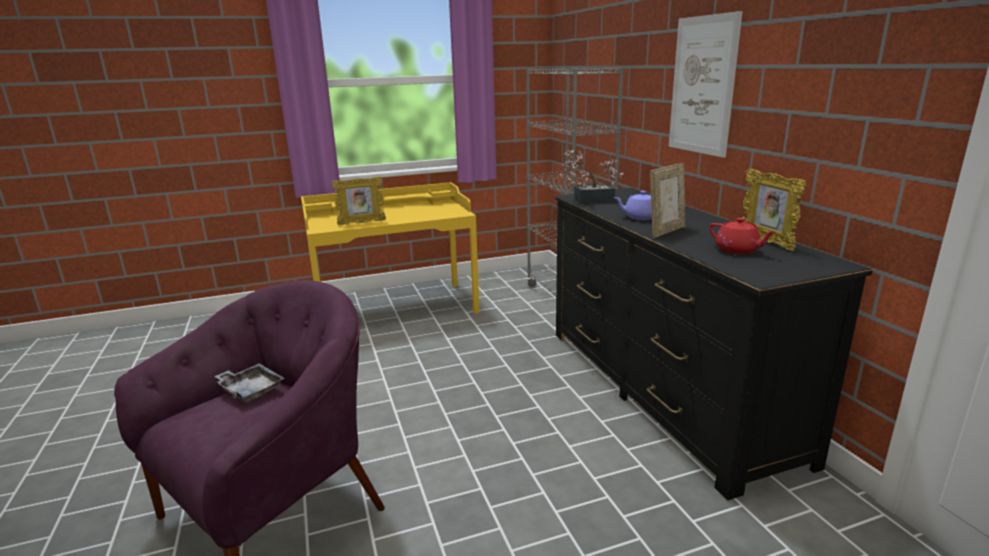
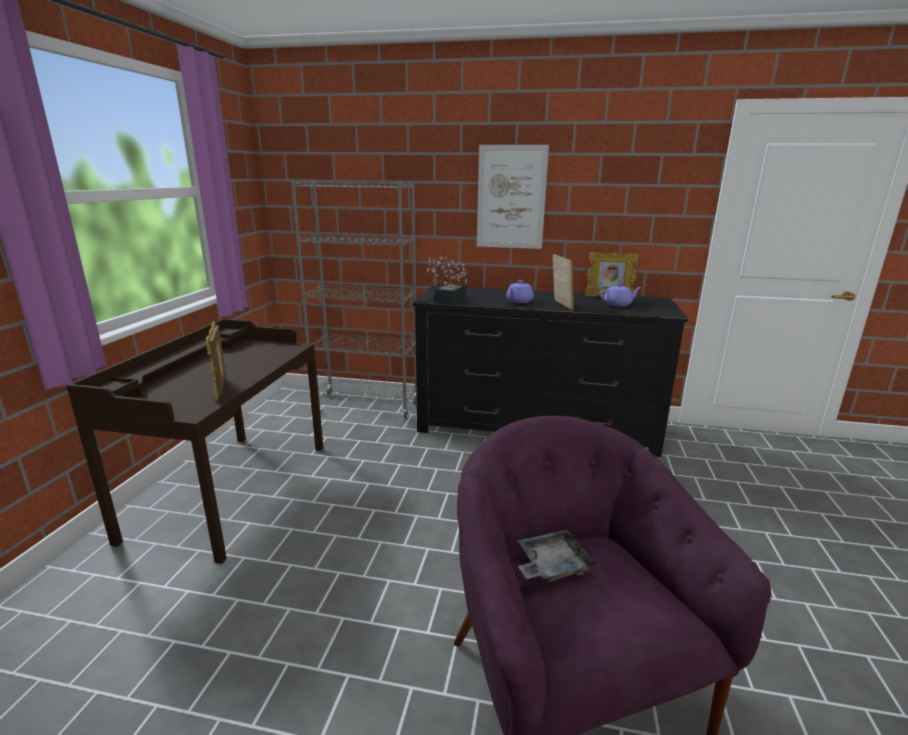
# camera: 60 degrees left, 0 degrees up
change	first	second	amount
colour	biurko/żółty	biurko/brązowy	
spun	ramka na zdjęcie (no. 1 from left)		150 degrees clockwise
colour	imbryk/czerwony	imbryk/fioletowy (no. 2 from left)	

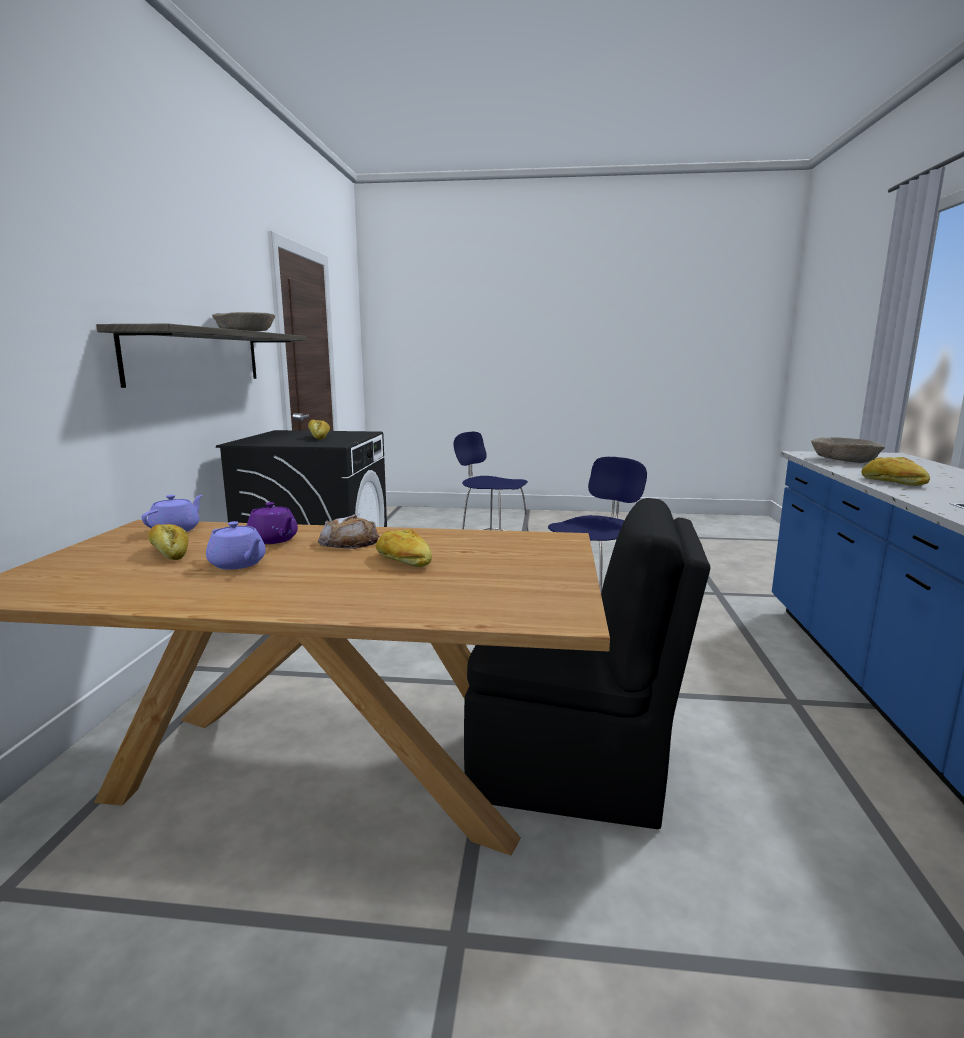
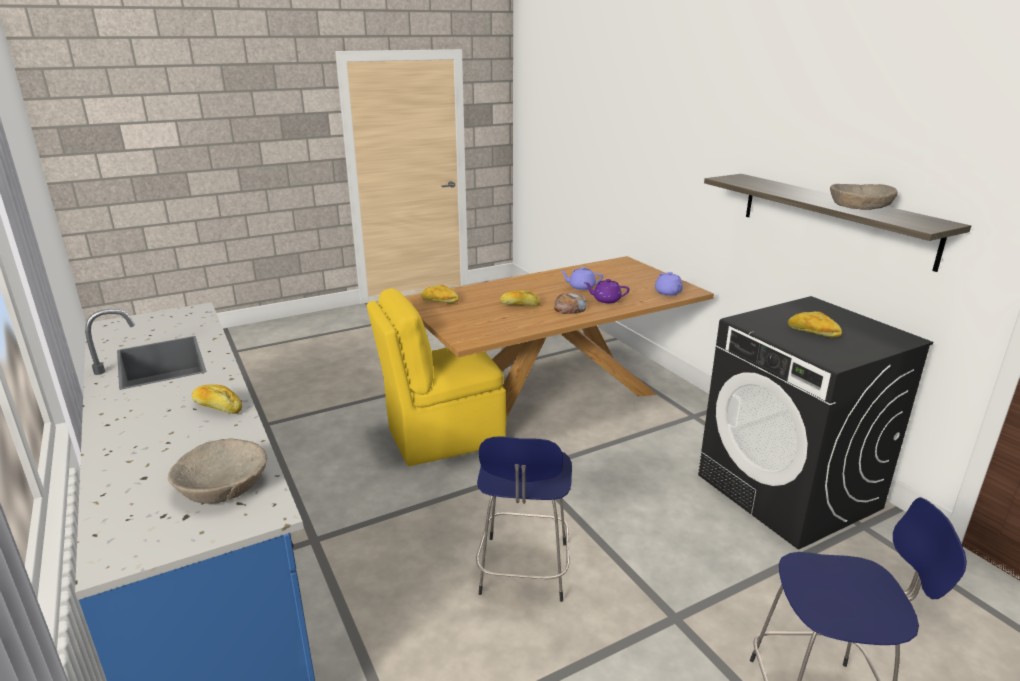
# camera: 145 degrees right, 10 degrees up
change	first	second	amount
colour	krzesło/czarny	krzesło/żółty	
relocated	chleb (no. 1 from left in the first image)	chleb (no. 2 from left)	

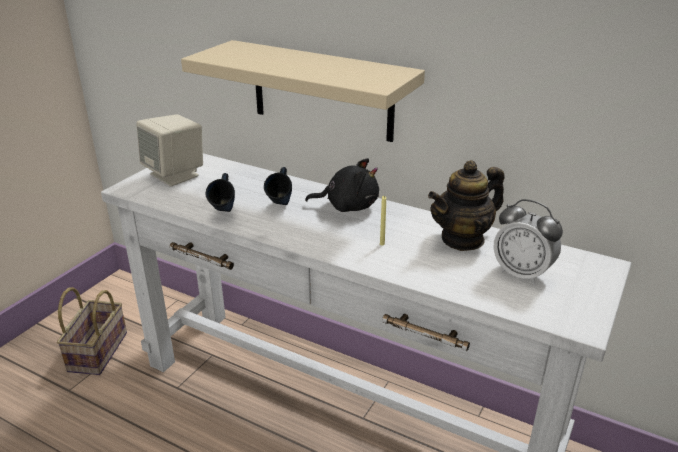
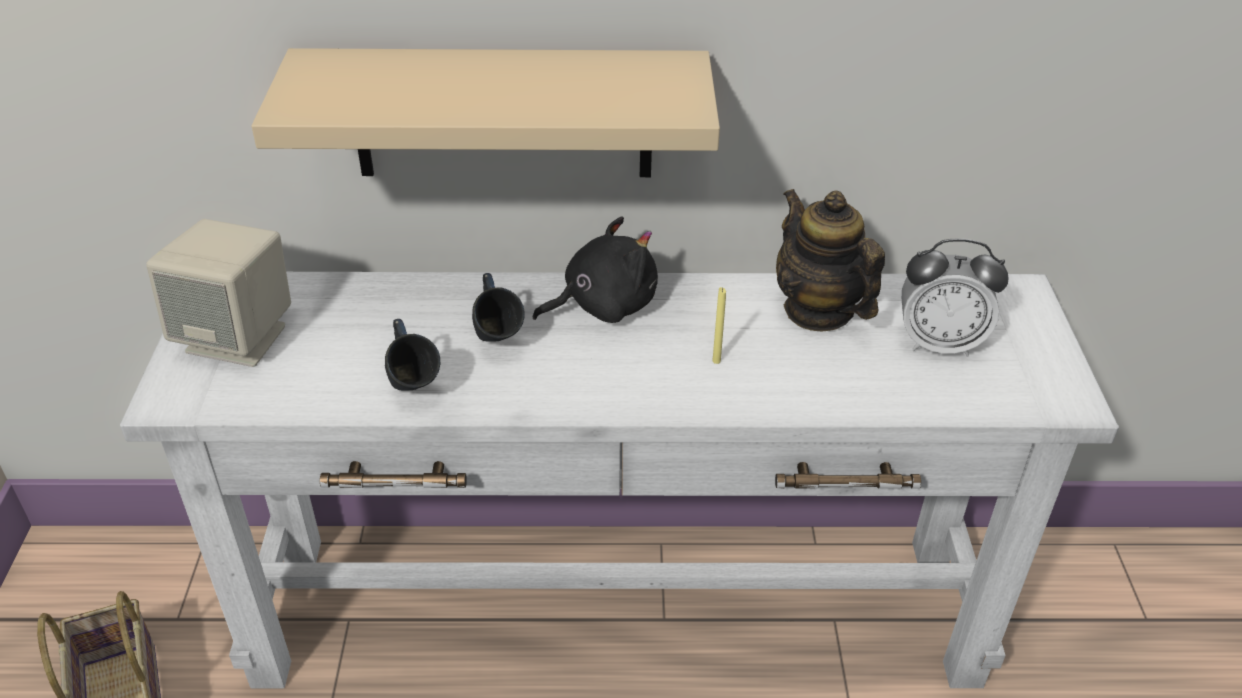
# camera: 30 degrees left, 10 degrees up
change	first	second	amount
spun	imbryk		120 degrees clockwise

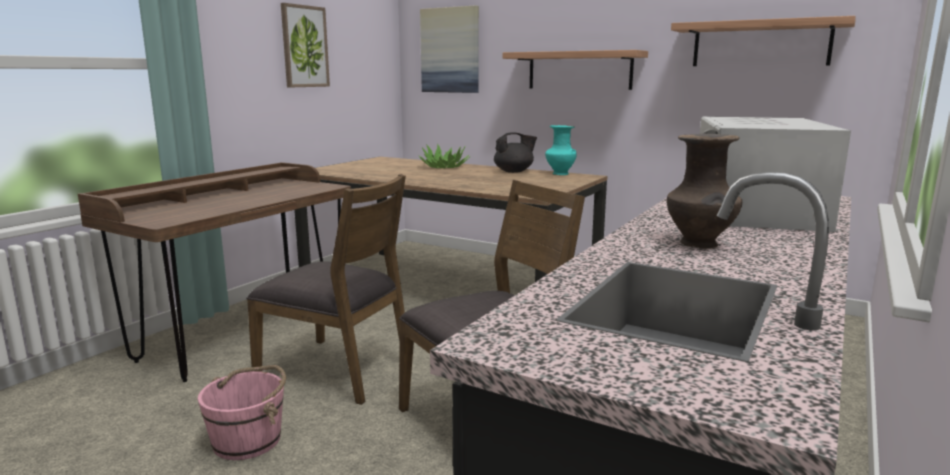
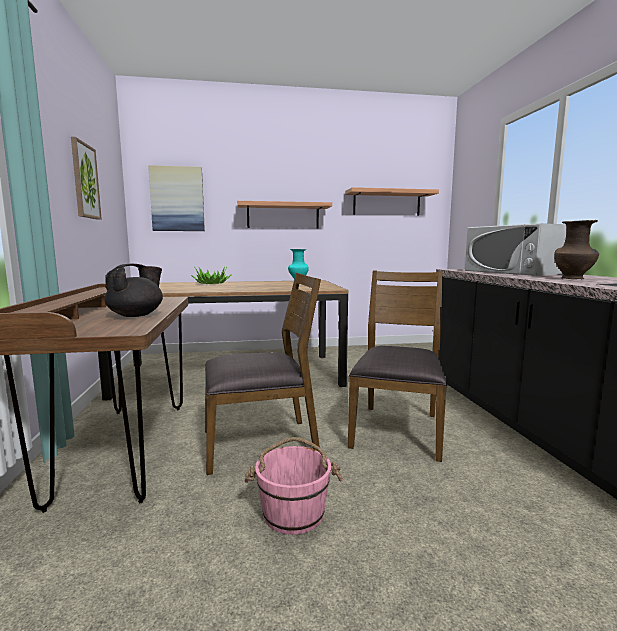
# camera: 40 degrees left, 5 degrees down
change	first	second	amount
relocated	imbryk/czarny		

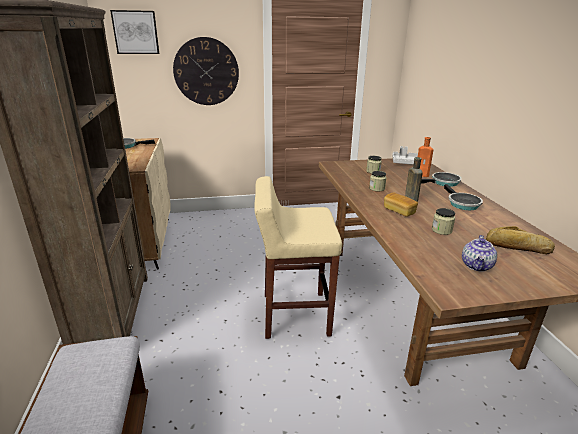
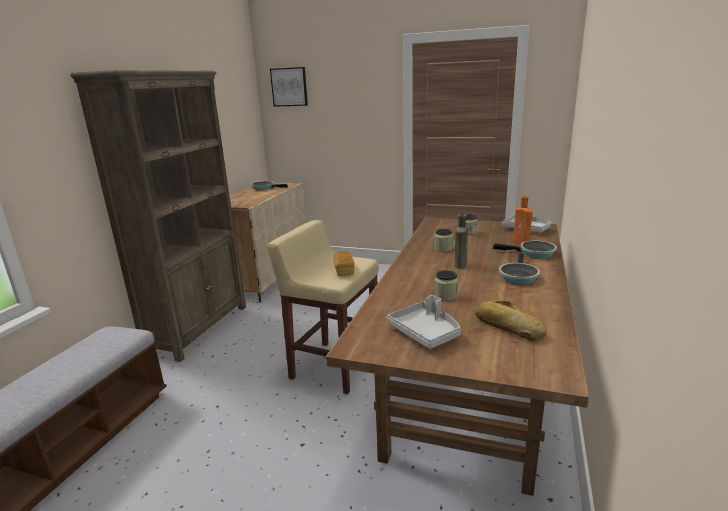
# camera: 30 degrees right, 5 degrees down
change	first	second	amount
relocated	chleb (no. 1 from left)		
exchanged	imbryk	taca/szary (no. 1 from left)	
missing	zegar ścienny		

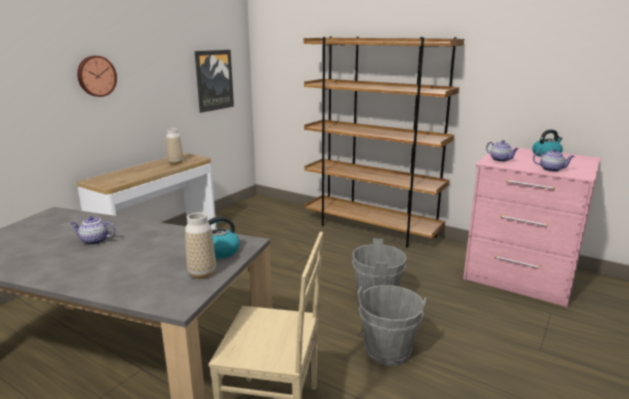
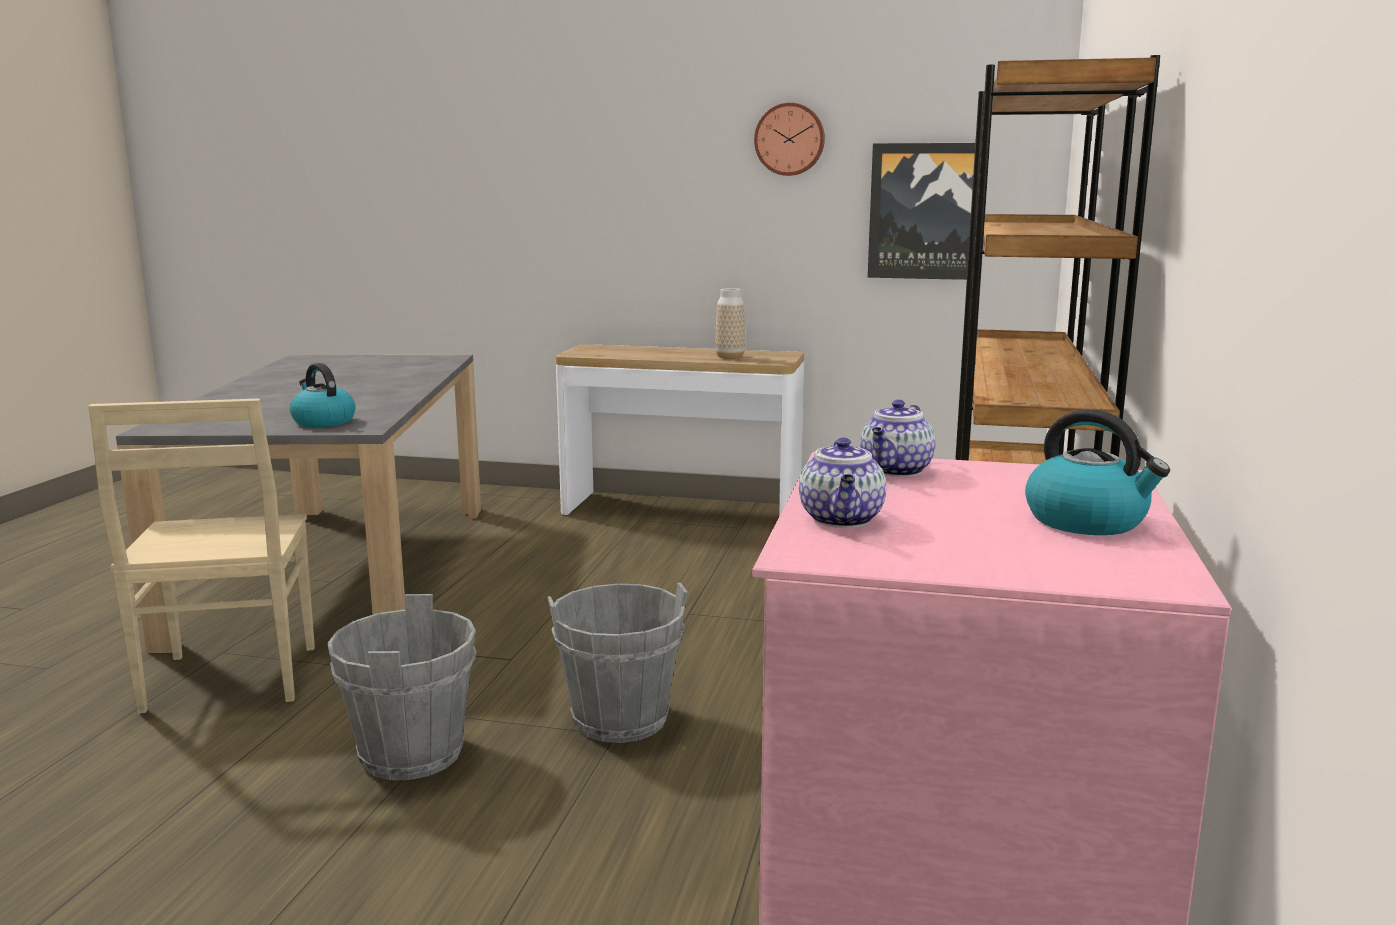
# camera: 70 degrees right, 5 degrees down
change	first	second	amount
relocated	zegar ścienny		
missing	imbryk (no. 1 from left)		
missing	wazon (no. 2 from left)		

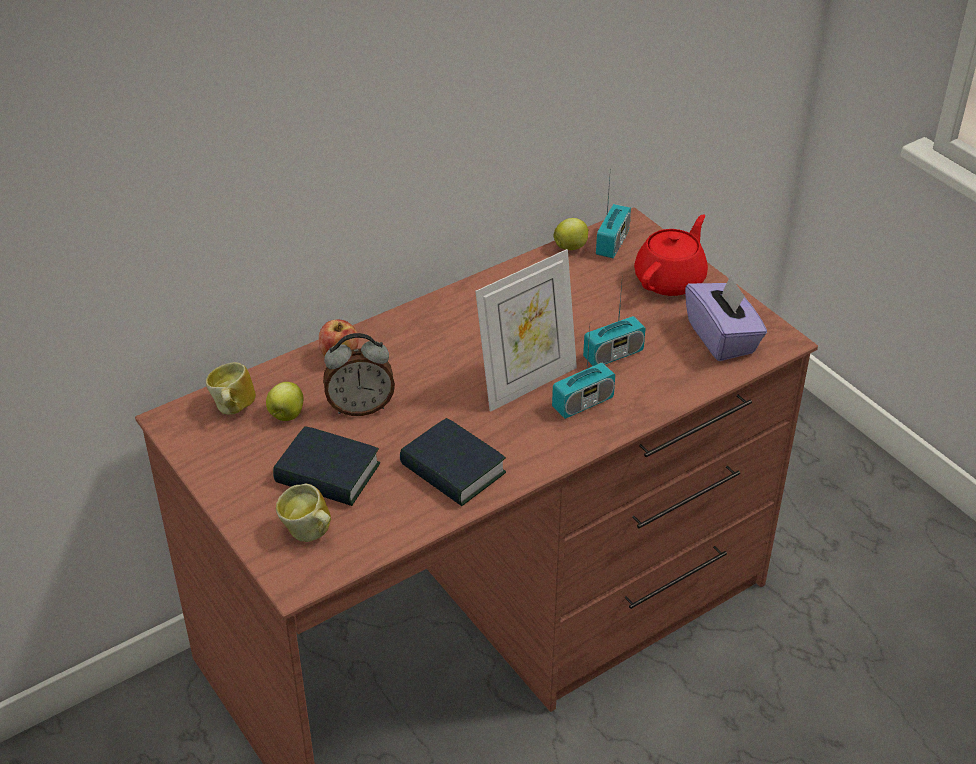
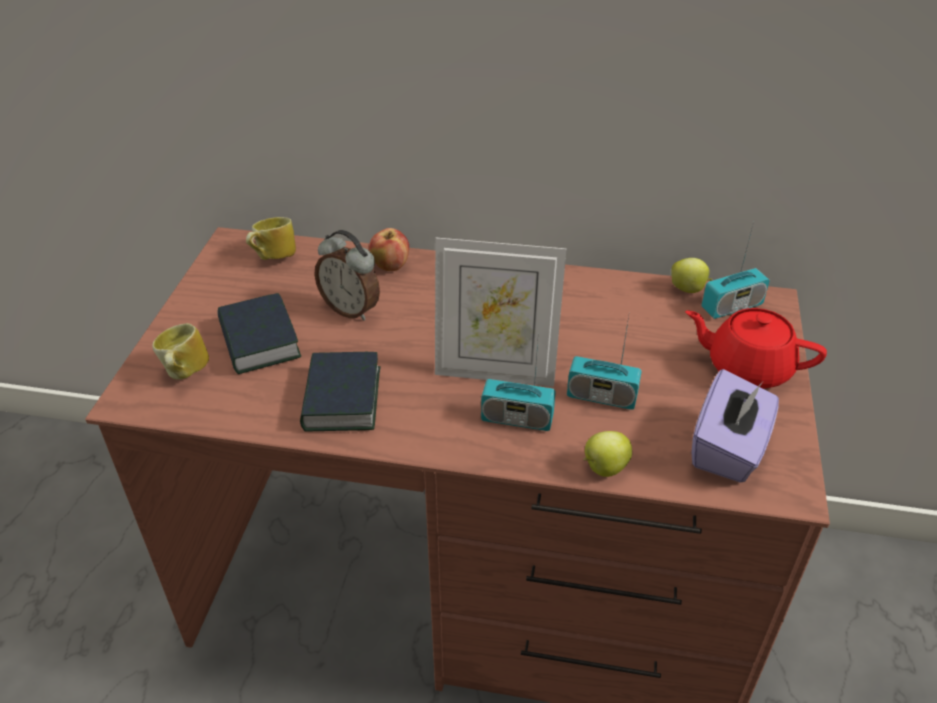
# camera: 45 degrees right, 0 degrees up
change	first	second	amount
relocated	jabłko (no. 1 from left in the first image)	jabłko (no. 2 from left)	
spun	imbryk/czerwony		150 degrees counterclockwise

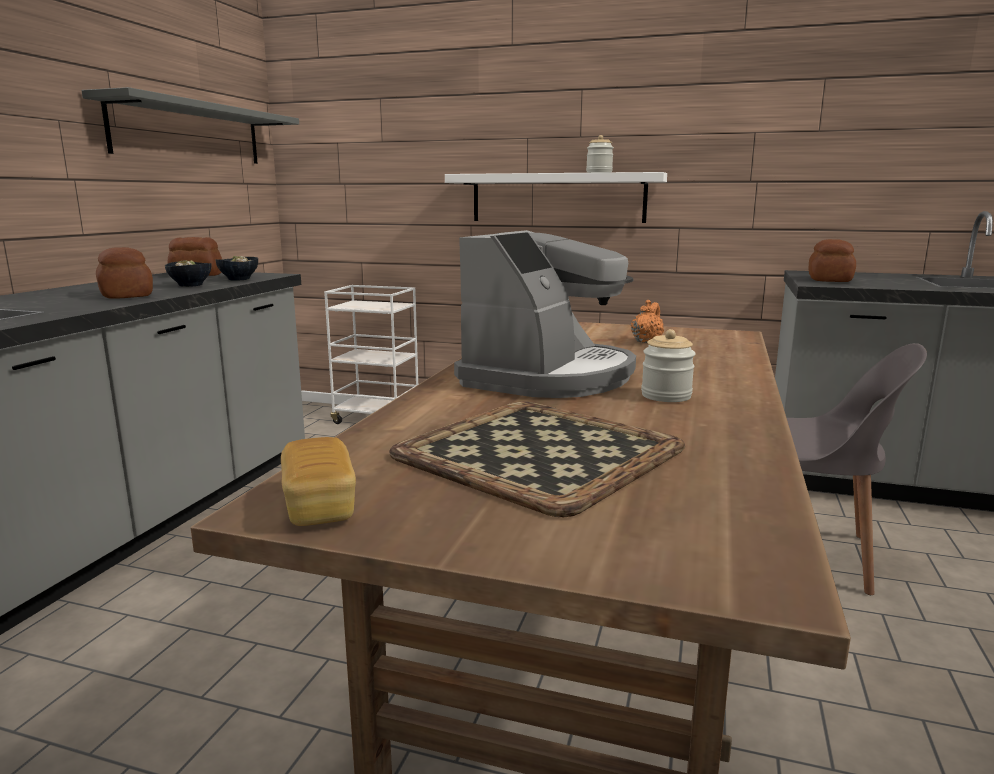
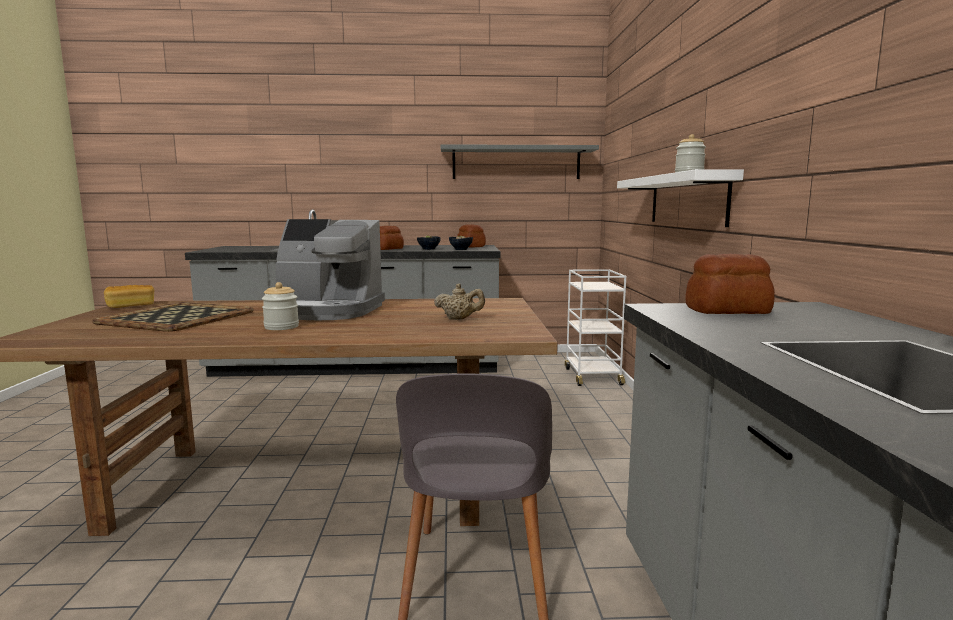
# camera: 70 degrees right, 5 degrees down
change	first	second	amount
colour	imbryk/pomarańczowy	imbryk/beżowy	

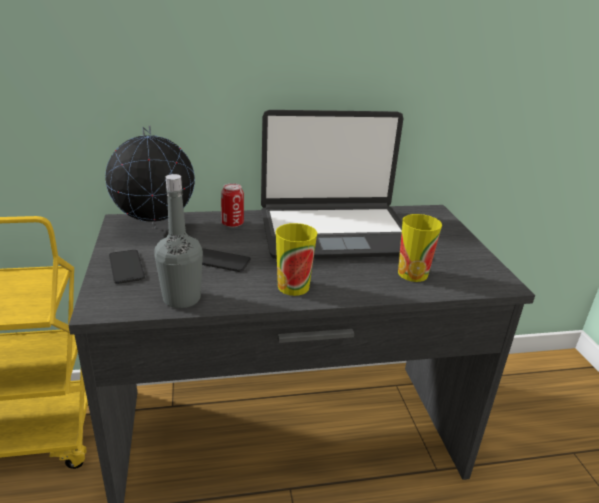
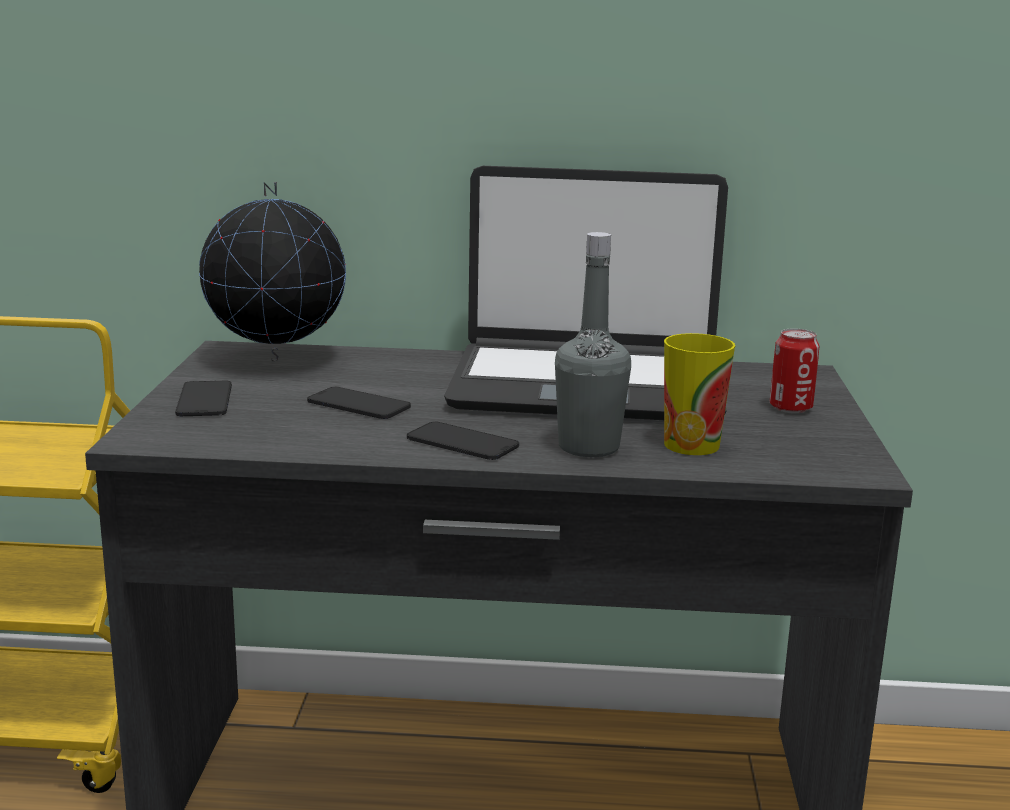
# camera: 15 degrees right, 10 degrees down
change	first	second	amount
exchanged	filiżanka (no. 1 from left)	telefon (no. 3 from left)	
relocated	butelka/szary		
relocated	puszka		

